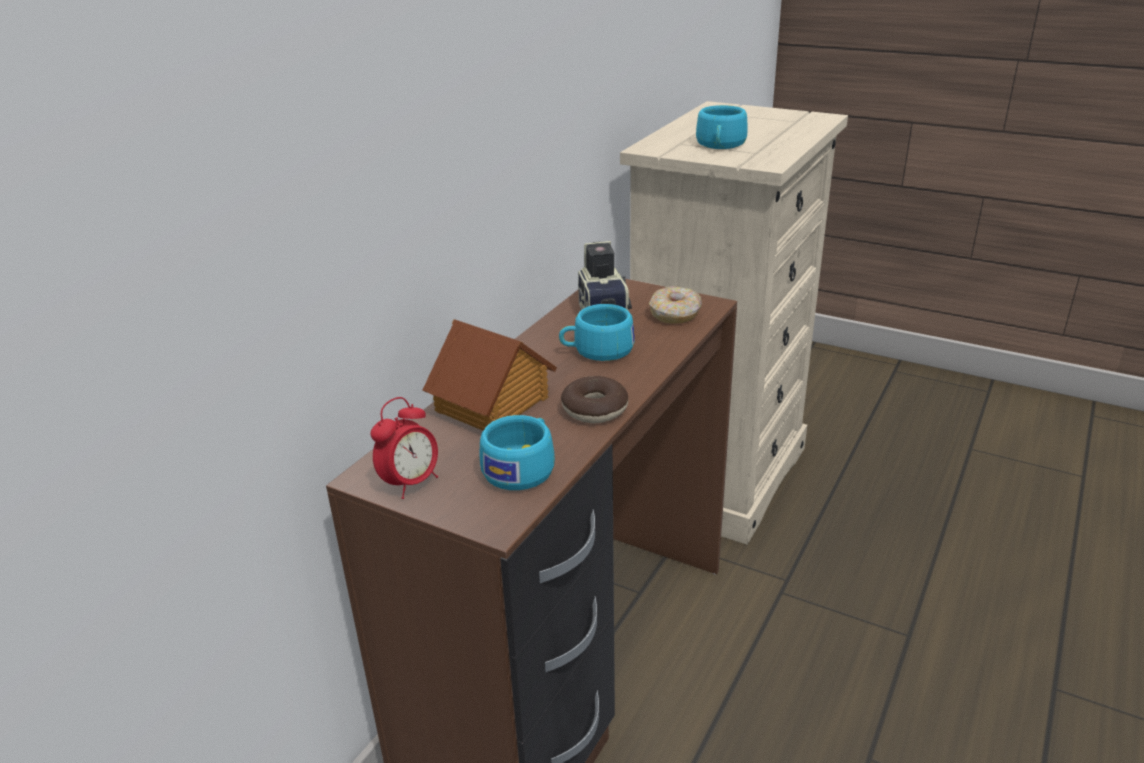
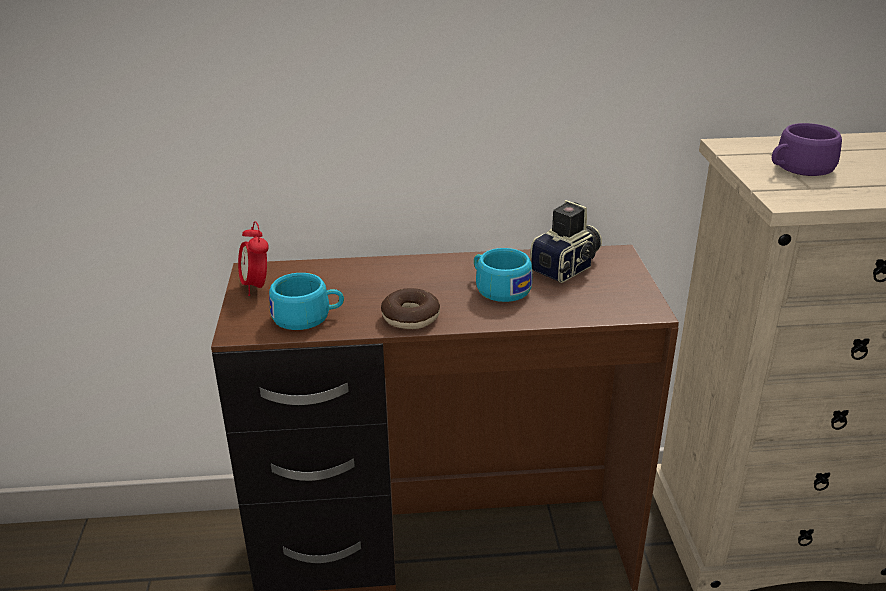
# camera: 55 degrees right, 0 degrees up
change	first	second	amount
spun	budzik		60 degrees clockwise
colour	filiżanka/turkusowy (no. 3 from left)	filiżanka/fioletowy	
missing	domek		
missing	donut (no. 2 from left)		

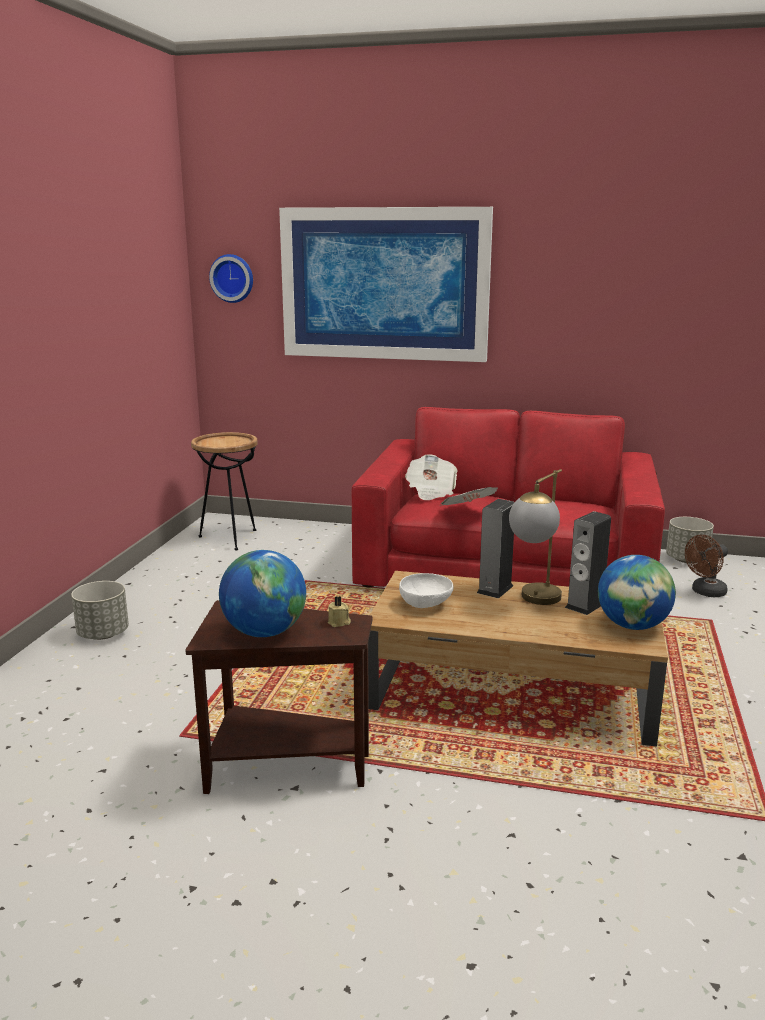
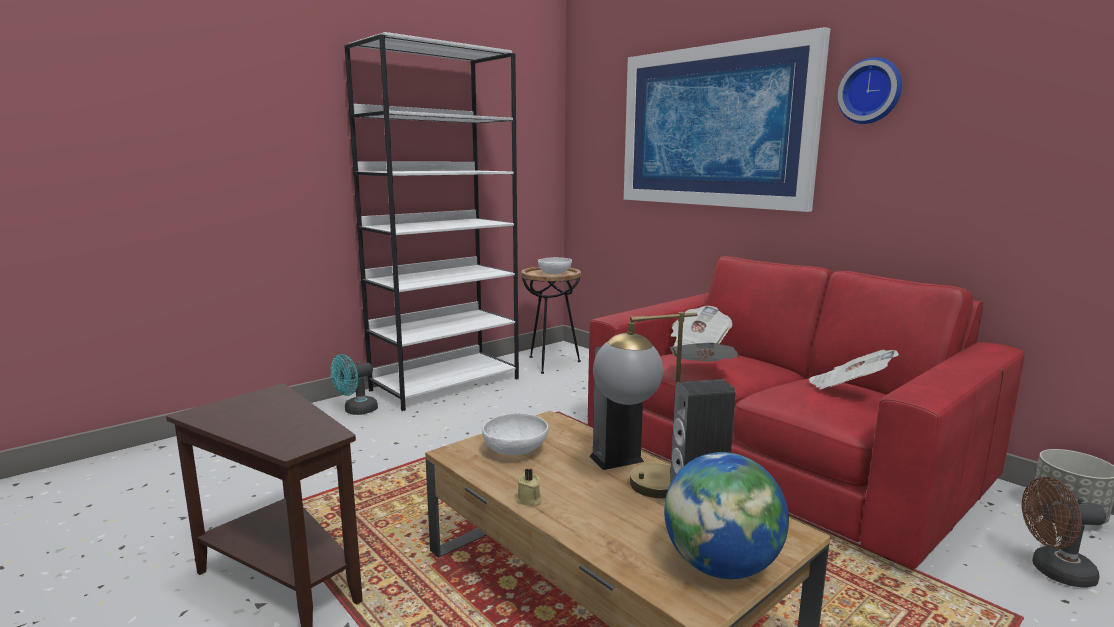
# camera: 35 degrees right, 5 degrees down
change	first	second	amount
exchanged	donica/szary (no. 1 from left)	wentylator/turkusowy	
appeared		regał/biały	
relocated	świeca/beżowy		
appeared		miska/biały (no. 2 from left)	
appeared		gazeta (no. 3 from left)	
relocated	zegar ścienny		
missing	globus (no. 1 from left)		

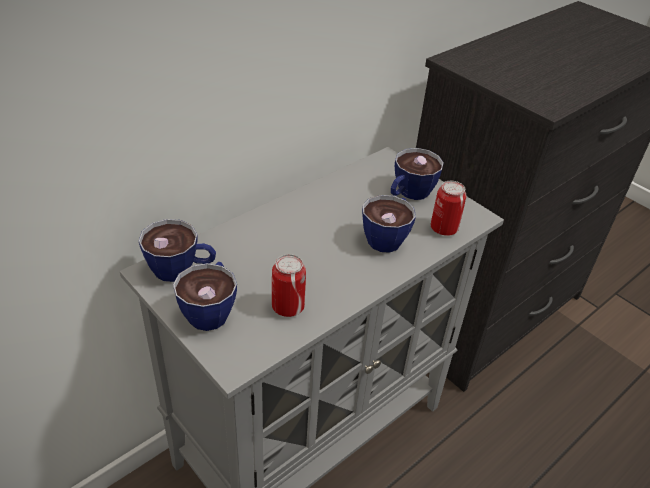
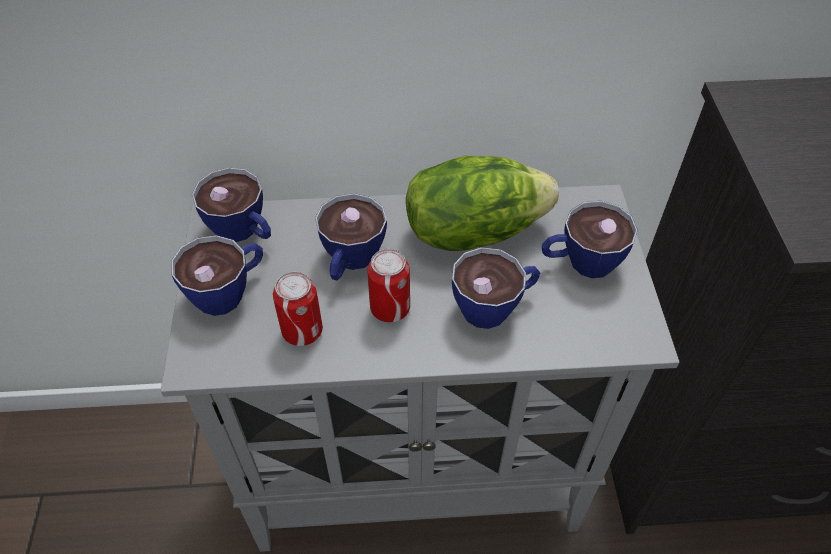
# camera: 40 degrees right, 10 degrees up
change	first	second	amount
appeared		filiżanka (no. 3 from left)	
relocated	puszka (no. 2 from left)		
appeared		sałata	

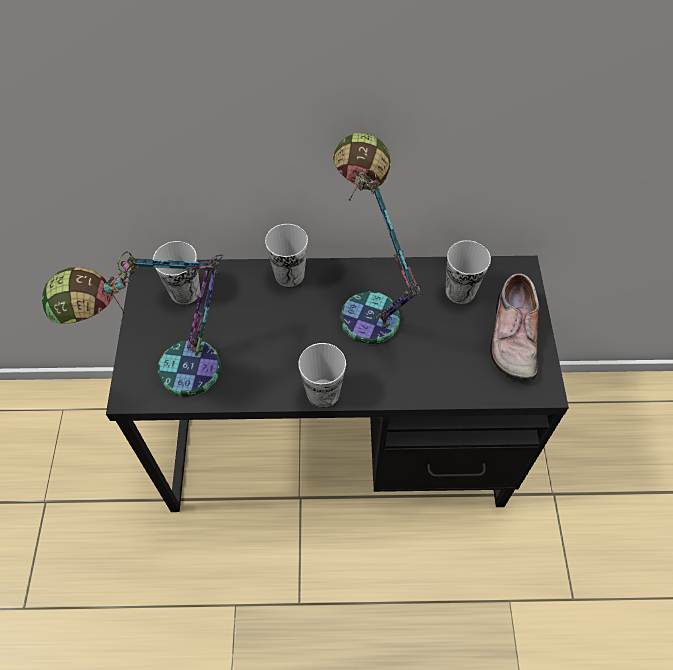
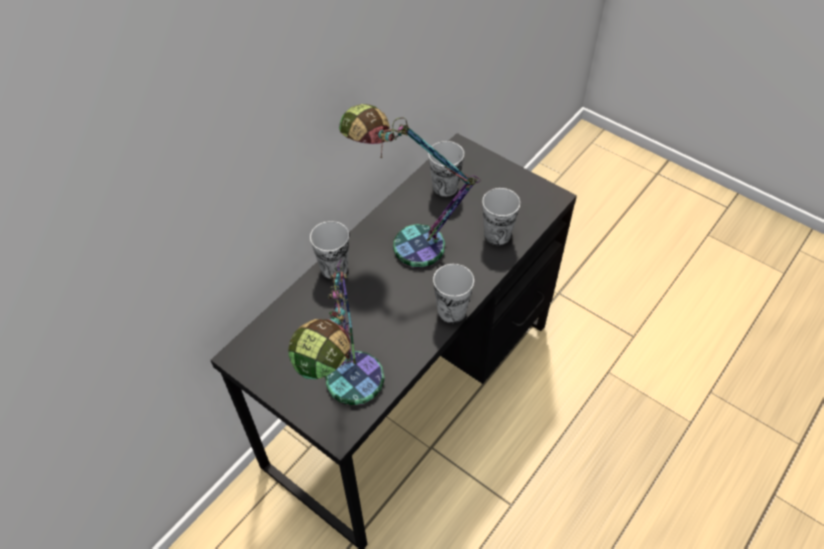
# camera: 50 degrees left, 5 degrees down
change	first	second	amount
relocated	filiżanka (no. 1 from left in the first image)	filiżanka (no. 4 from left)	
missing	but		

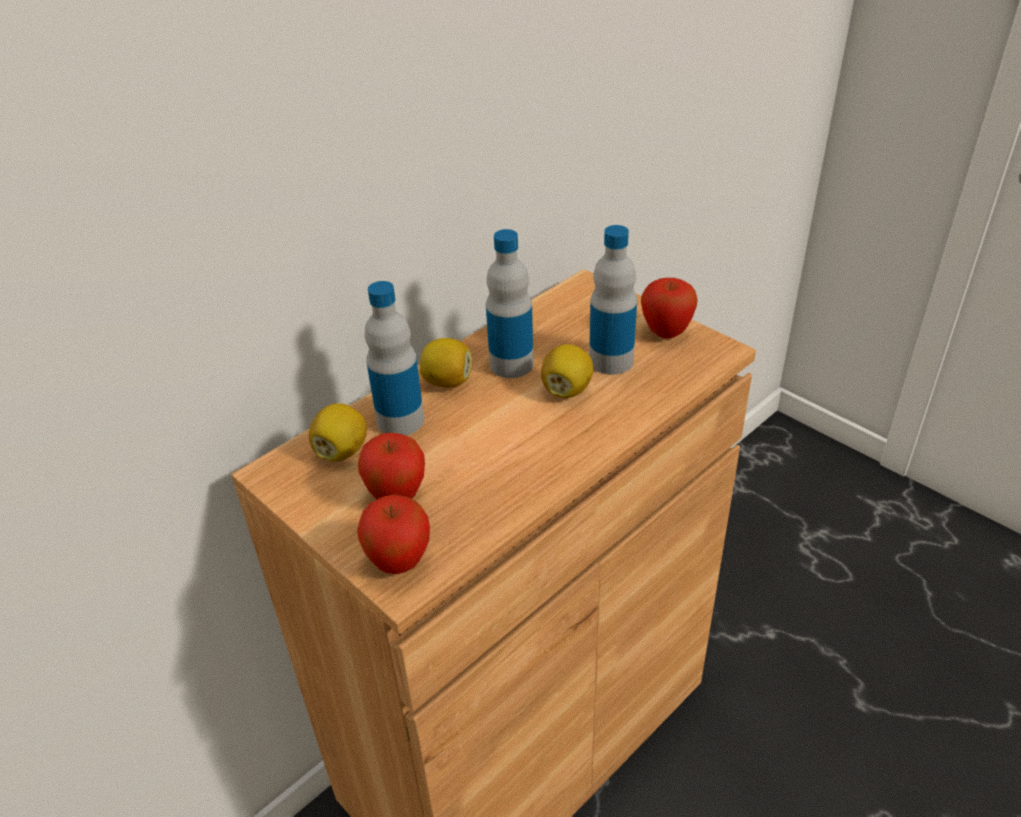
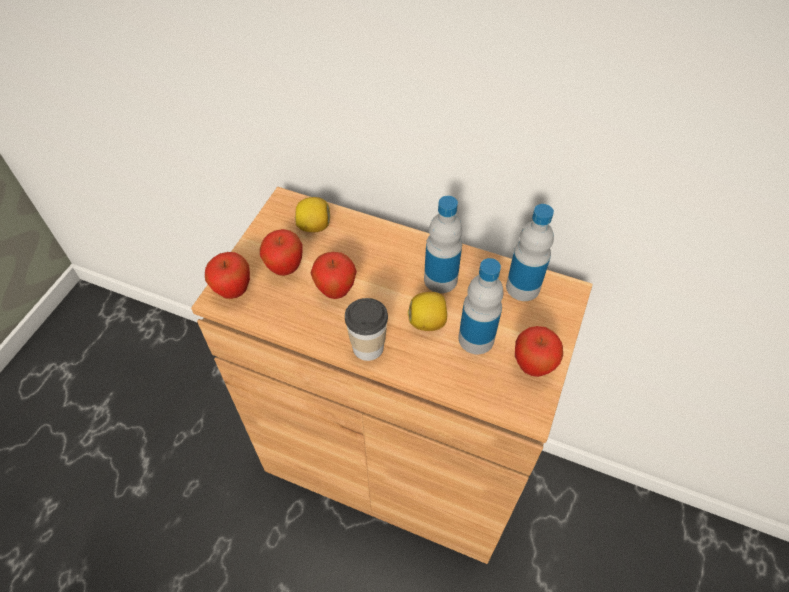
# camera: 65 degrees right, 15 degrees up
change	first	second	amount
appeared		jabłko (no. 3 from left)	
appeared		filiżanka	
relocated	butelka (no. 1 from left in the first image)	butelka (no. 3 from left)	
missing	cytryna (no. 2 from left)		

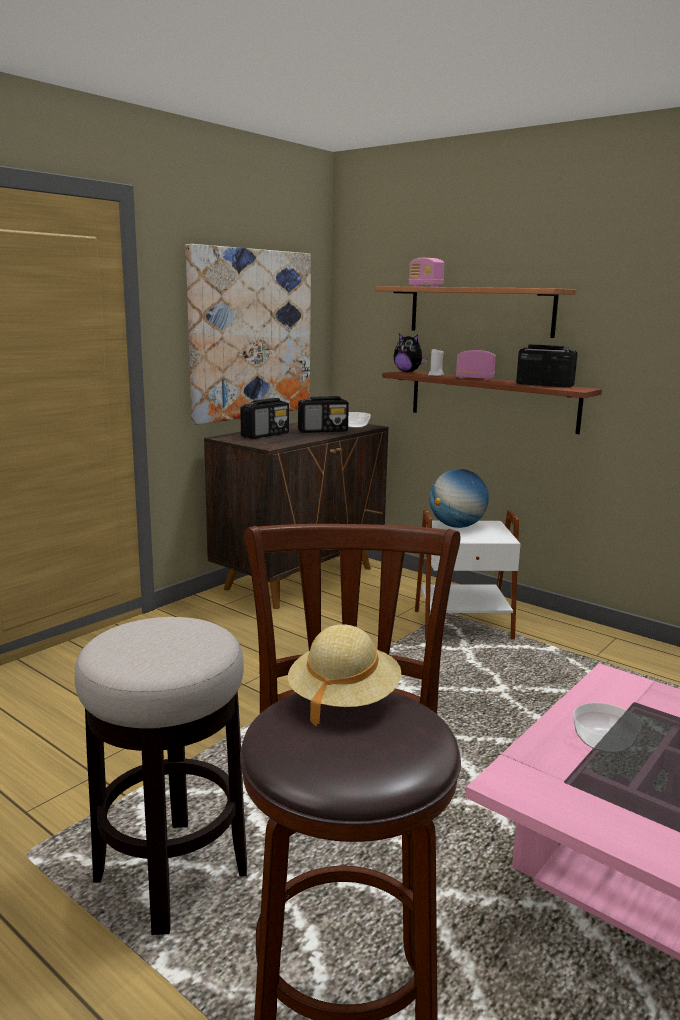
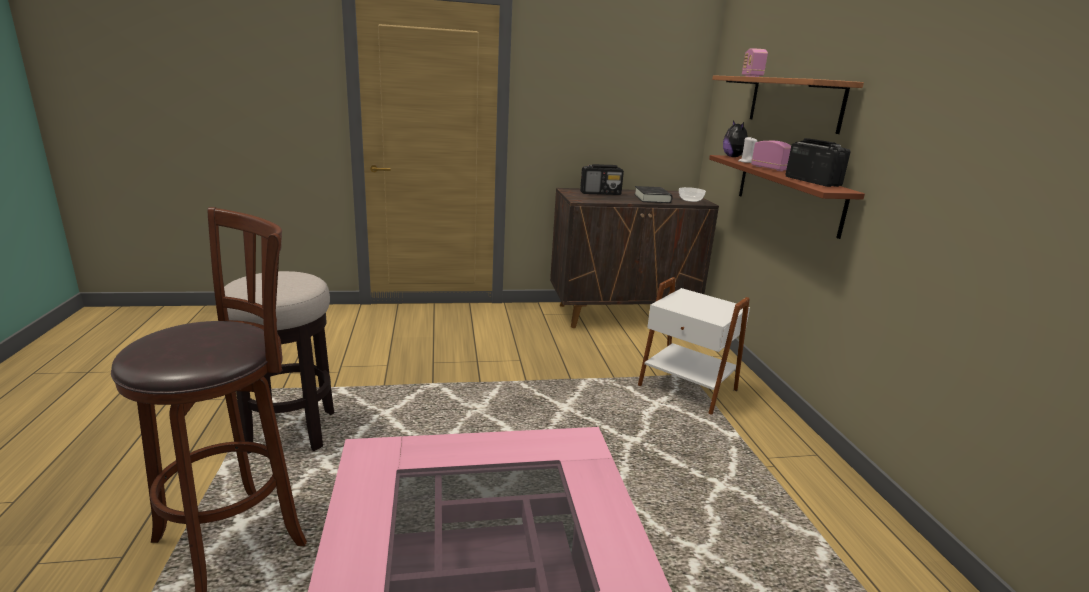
# camera: 40 degrees right, 5 degrees up
change	first	second	amount
exchanged	radio (no. 2 from left)	książka/czarny	
missing	obraz		
missing	kapelusz/beżowy		
missing	globus		
missing	miska (no. 2 from left)		

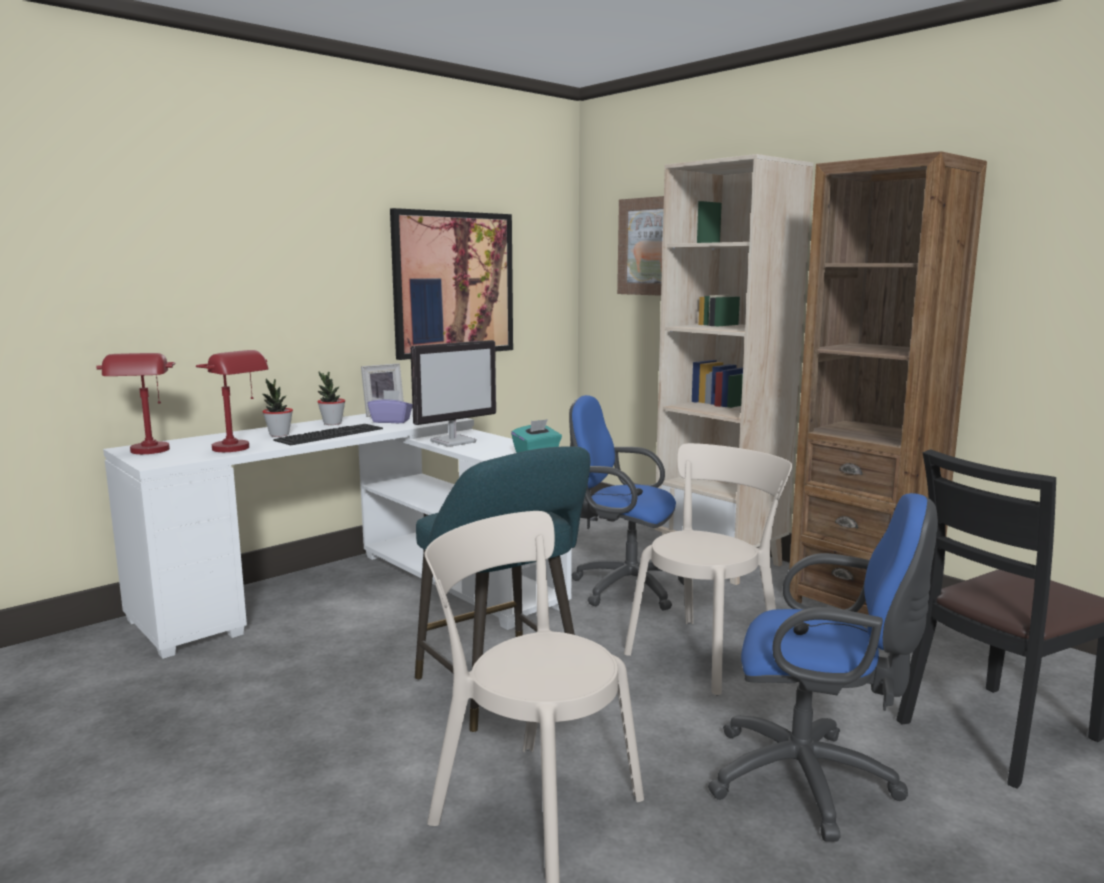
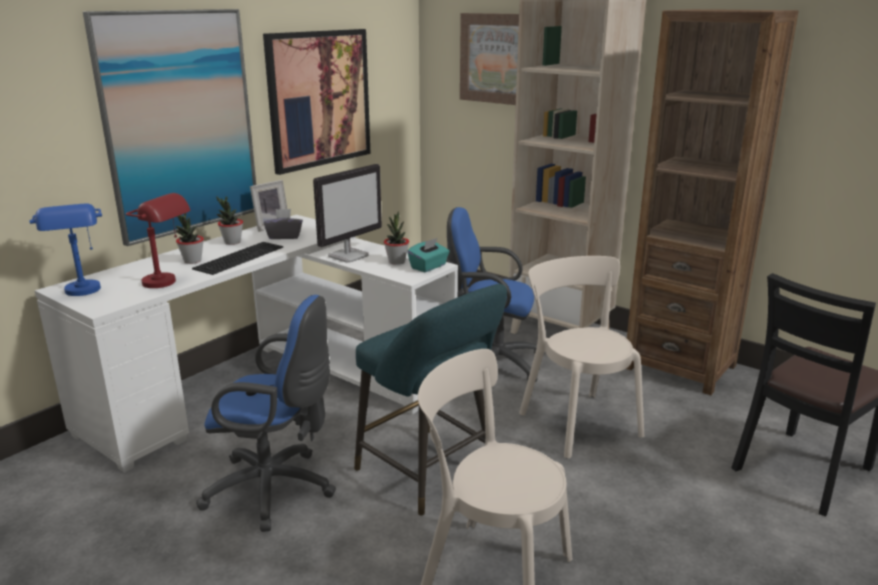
# camera: 10 degrees left, 10 degrees up
change	first	second	amount
colour	lampa stołowa/czerwony (no. 1 from left)	lampa stołowa/niebieski	
appeared		obraz (no. 1 from left)	
relocated	krzesło biurowe/niebieski (no. 2 from left in the first image)	krzesło biurowe/niebieski (no. 1 from left)	
colour	pudełko chusteczek/fioletowy	pudełko chusteczek/szary	
appeared		roślina doniczkowa (no. 3 from left)	
spun	krzesło/beżowy (no. 2 from left)		60 degrees counterclockwise

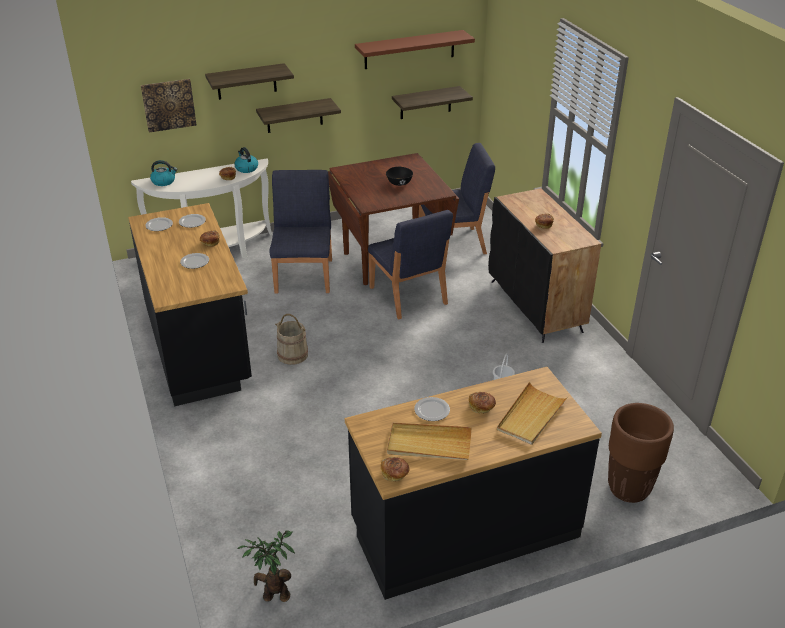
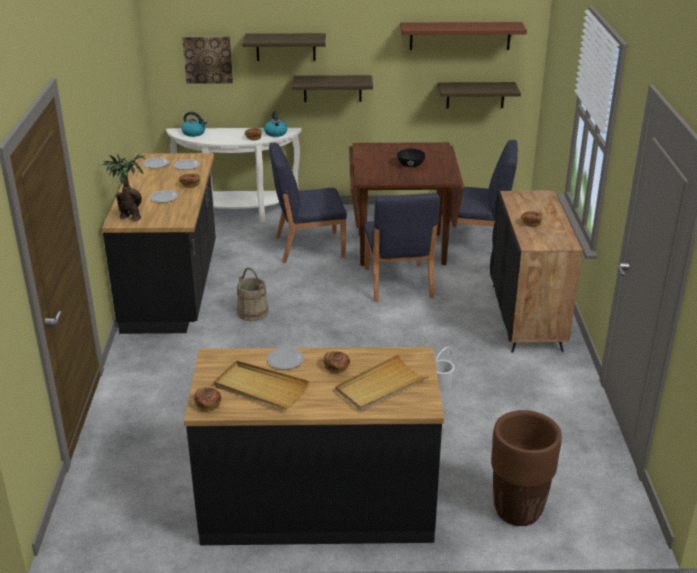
# camera: 20 degrees right, 5 degrees down
change	first	second	amount
relocated	roślina doniczkowa		
spun	krzesło/niebieski (no. 1 from left)		120 degrees counterclockwise

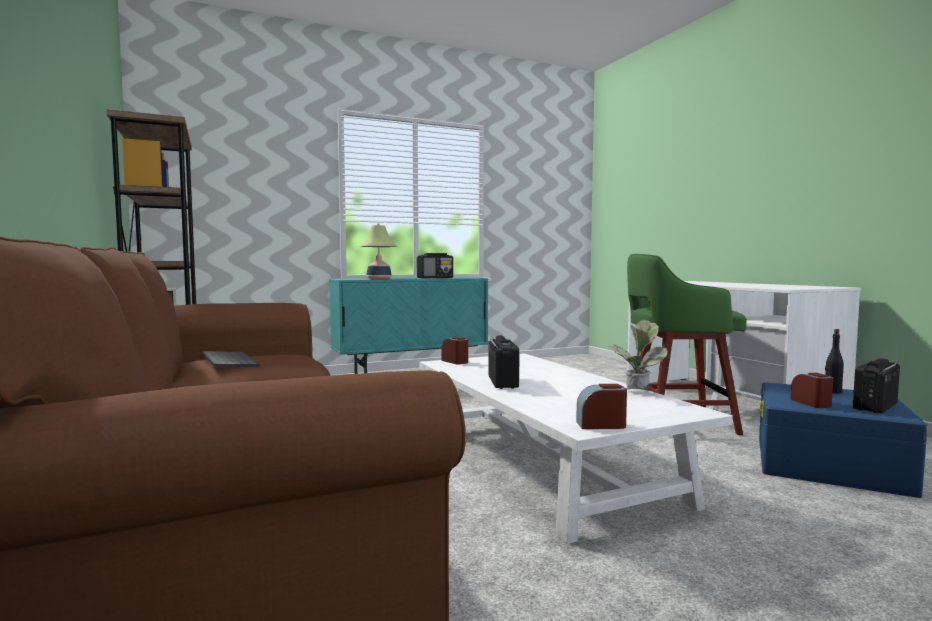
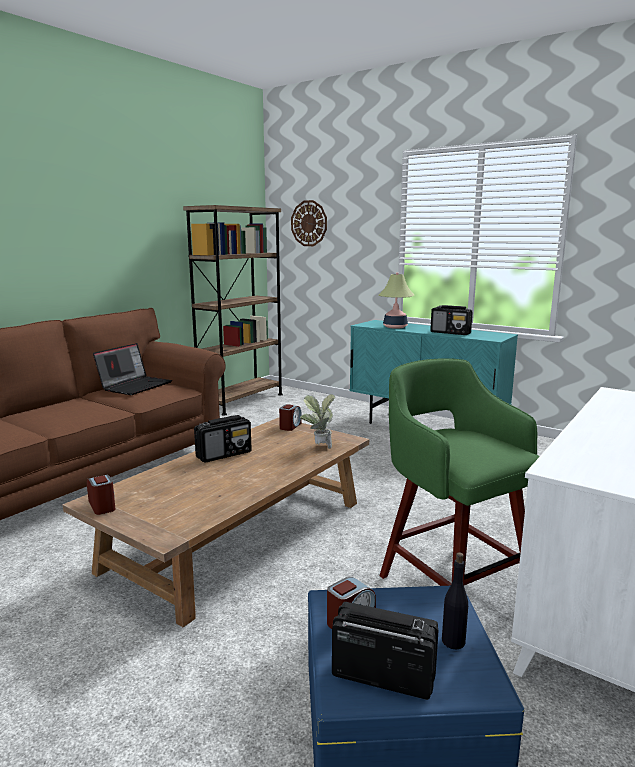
# camera: 60 degrees right, 10 degrees up
change	first	second	amount
colour	ława/biały	ława/brązowy	
exchanged	klawiatura	laptop	
appeared		zegar ścienny	
relocated	roślina doniczkowa		

